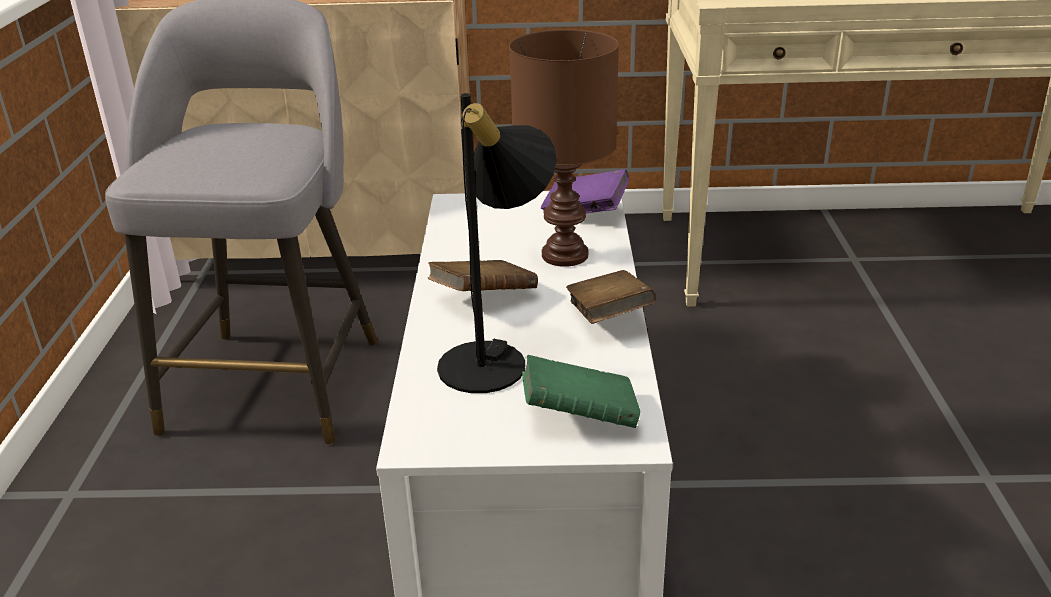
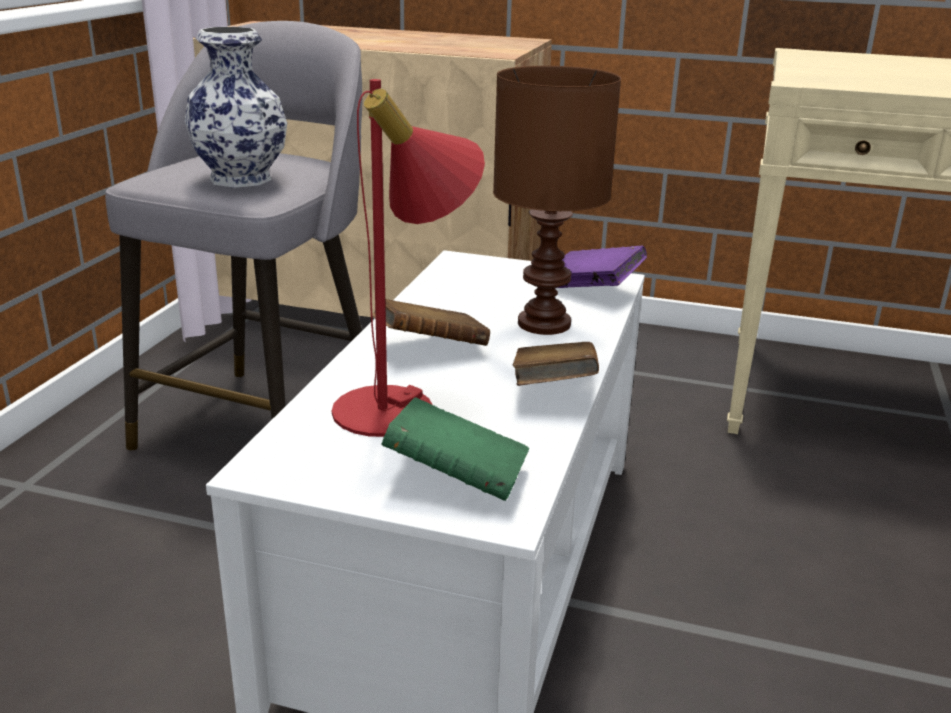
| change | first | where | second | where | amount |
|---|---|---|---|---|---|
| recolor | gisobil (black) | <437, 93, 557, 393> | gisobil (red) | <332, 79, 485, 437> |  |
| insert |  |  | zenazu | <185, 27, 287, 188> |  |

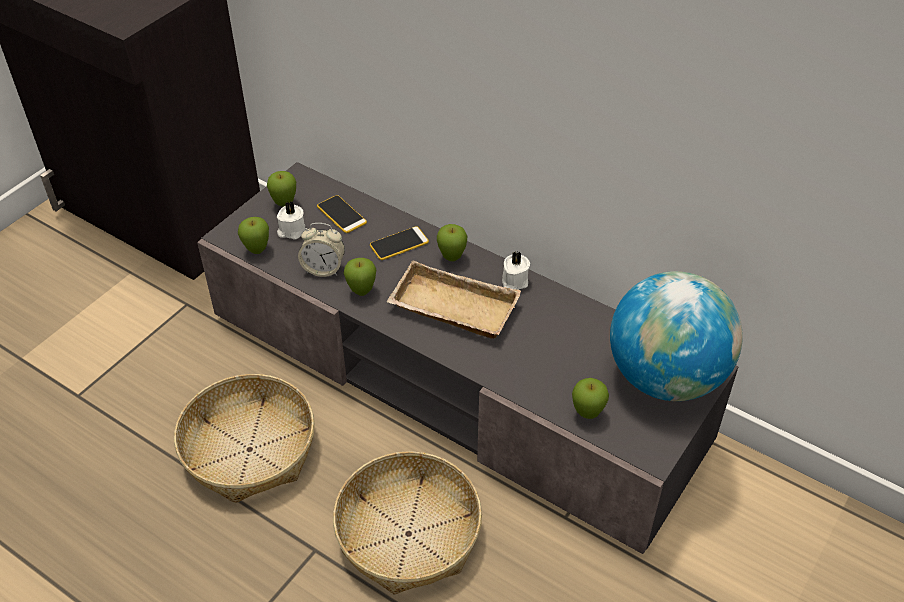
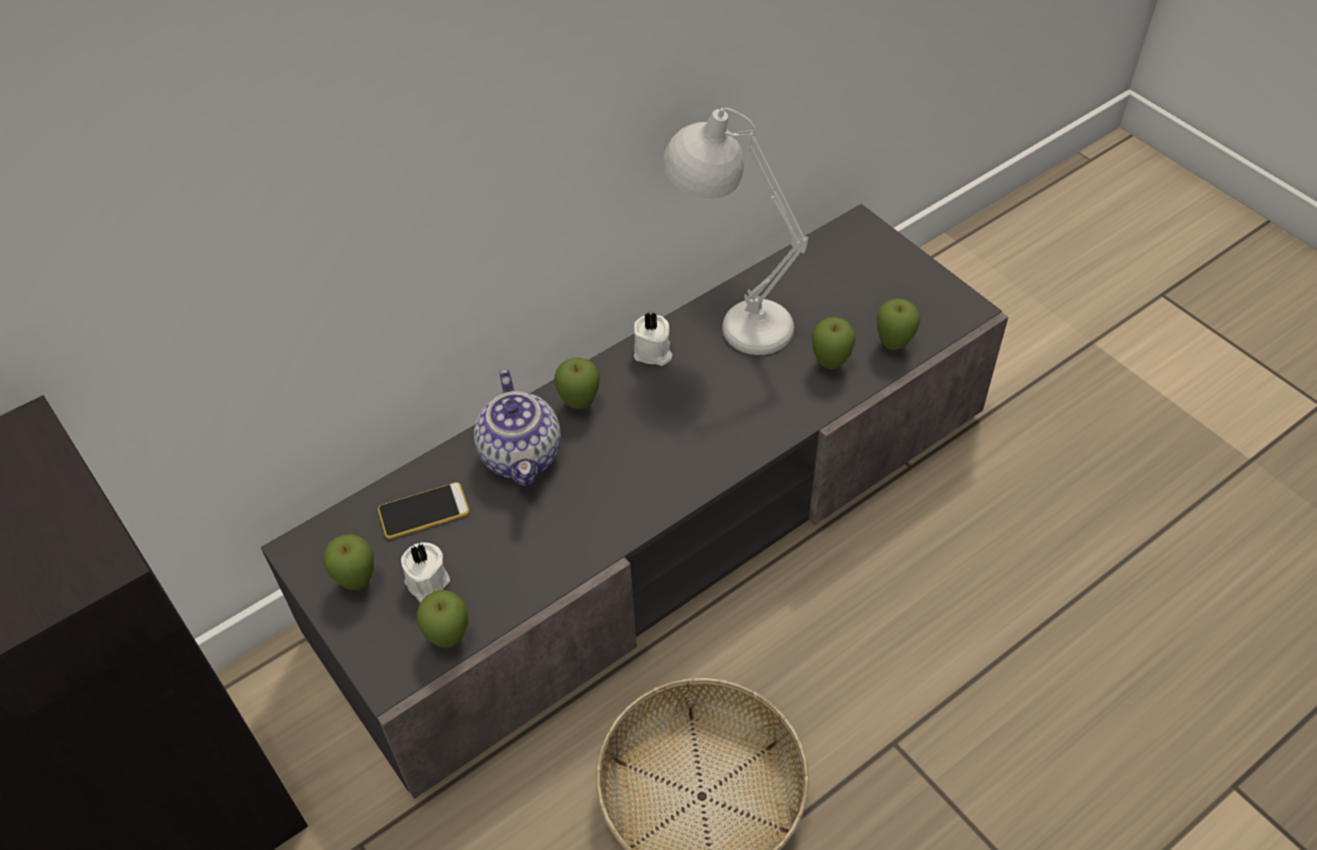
| change | first | where | second | where | amount |
|---|---|---|---|---|---|
| delete | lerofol | <298, 223, 345, 277> |  |  |  |
| replace | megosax | <370, 226, 429, 260> | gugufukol | <474, 369, 561, 486> |  |
| move | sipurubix | <344, 258, 377, 296> |  | <812, 317, 856, 370> |  |
| delete | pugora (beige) | <386, 260, 521, 339> |  |  |  |
| delete | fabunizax | <610, 271, 743, 401> |  |  |  |
| delete | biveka | <333, 451, 482, 595> |  |  |  |
| insert |  |  | gisobil (white) | <663, 108, 808, 355> |  |

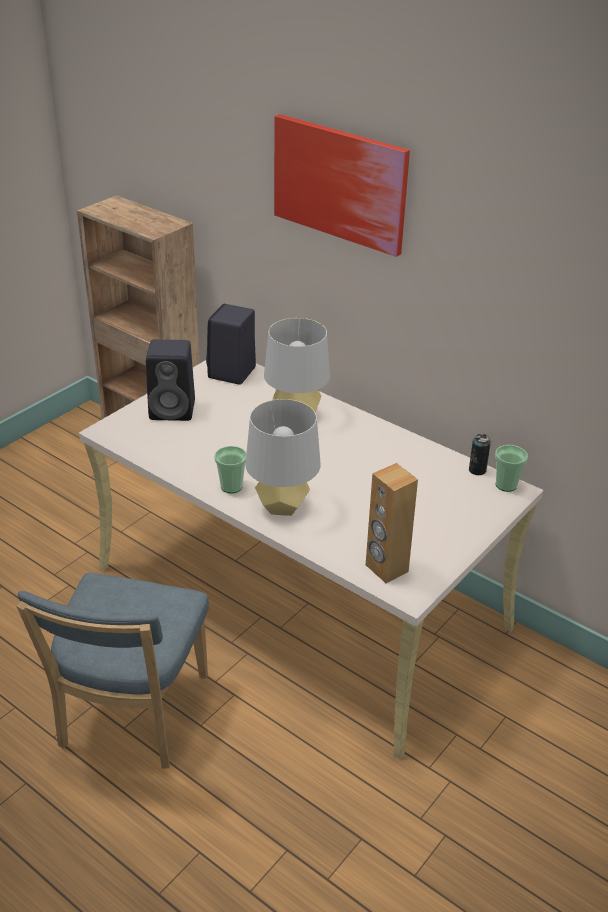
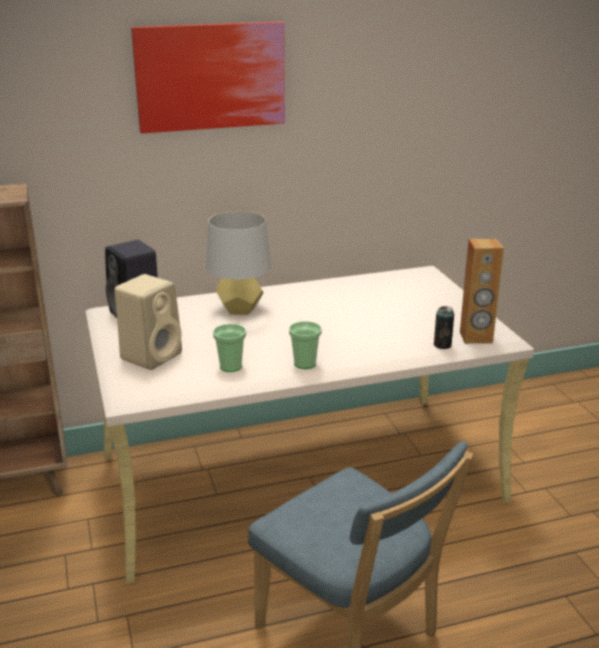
| change | first | where | second | where | amount |
|---|---|---|---|---|---|
| recolor | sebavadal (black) | <146, 339, 195, 421> | sebavadal (beige) | <114, 274, 182, 370> |  |
| delete | gisobil (grey) | <245, 399, 320, 516> |  |  |  |
| move | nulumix | <469, 434, 491, 476> |  | <434, 306, 454, 349> |  |
| move | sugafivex | <495, 445, 528, 492> |  | <213, 324, 246, 372> |  |

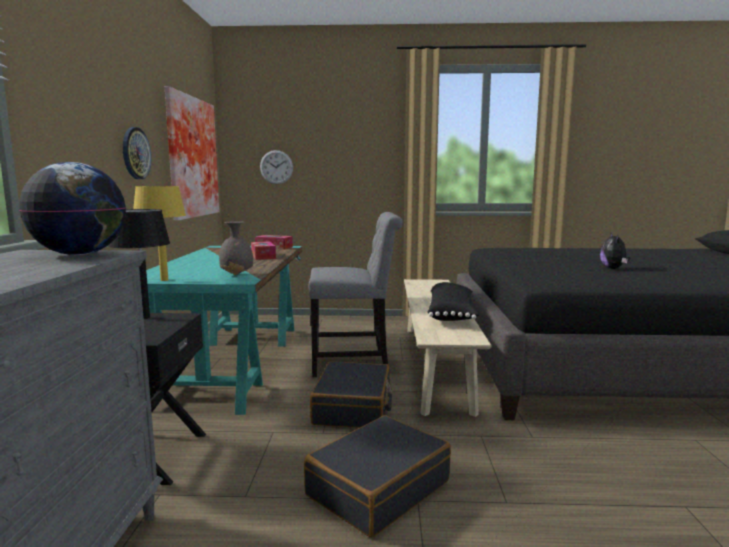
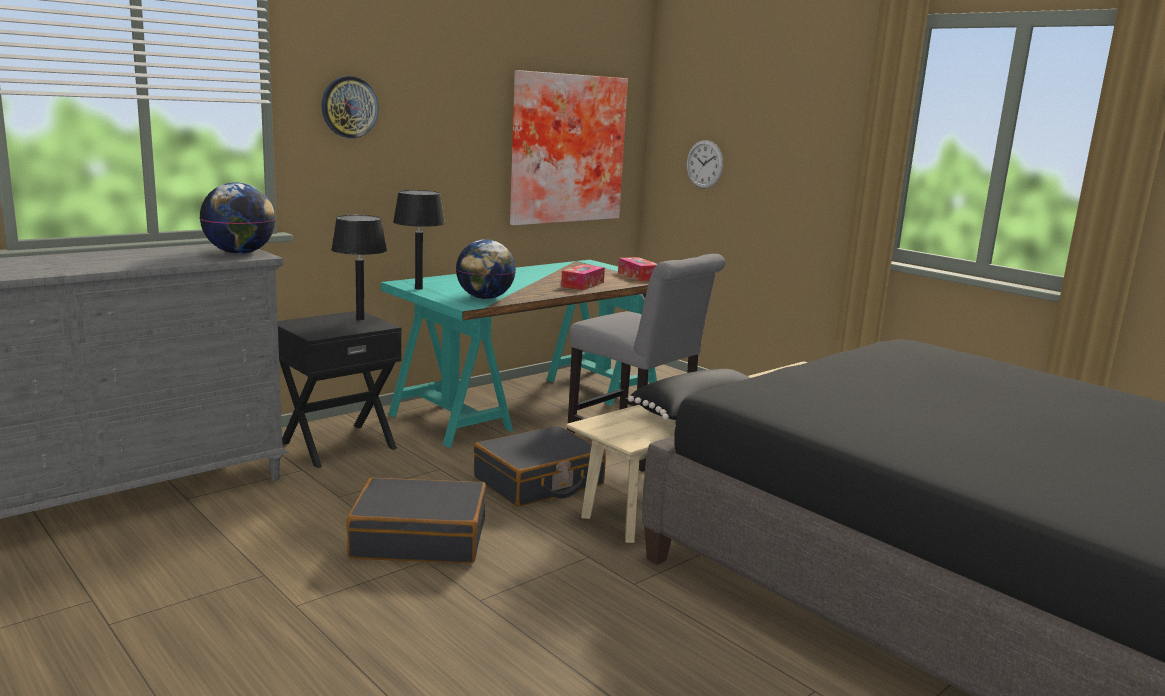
| change | first | where | second | where | amount |
|---|---|---|---|---|---|
| move | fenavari | <123, 127, 151, 179> |  | <321, 76, 378, 138> |  |
| recolor | gisobil (yellow) | <133, 186, 186, 281> | gisobil (black) | <393, 190, 445, 290> |  |
| replace | zenazu (grey) | <219, 221, 253, 275> | fabunizax | <456, 239, 516, 299> |  |
| delete | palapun | <600, 232, 630, 269> |  |  |  |

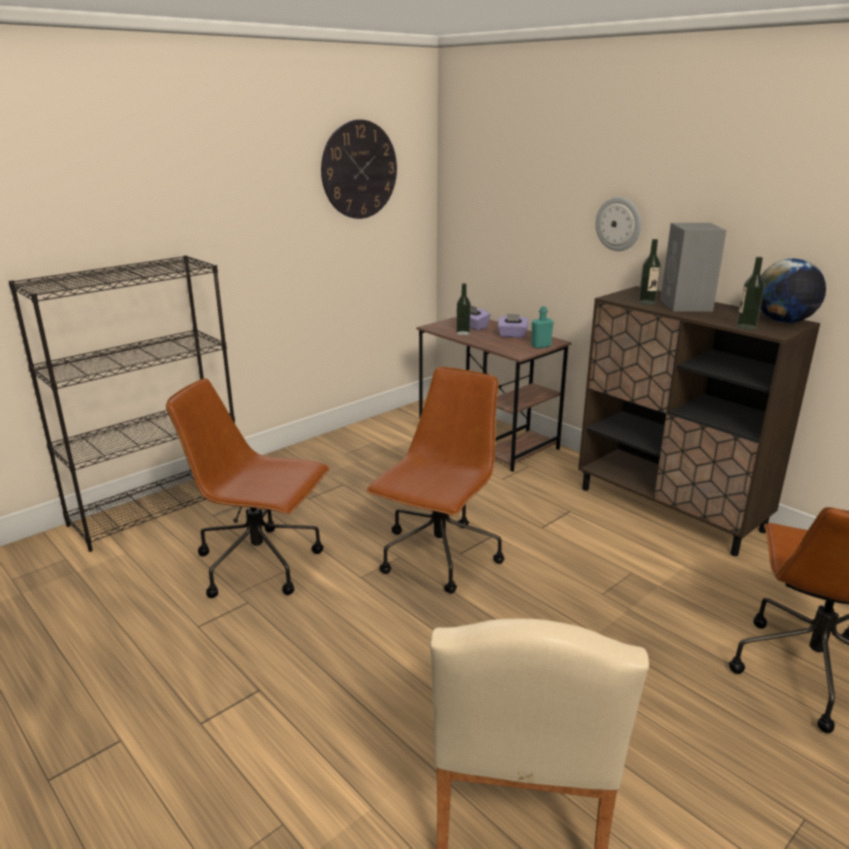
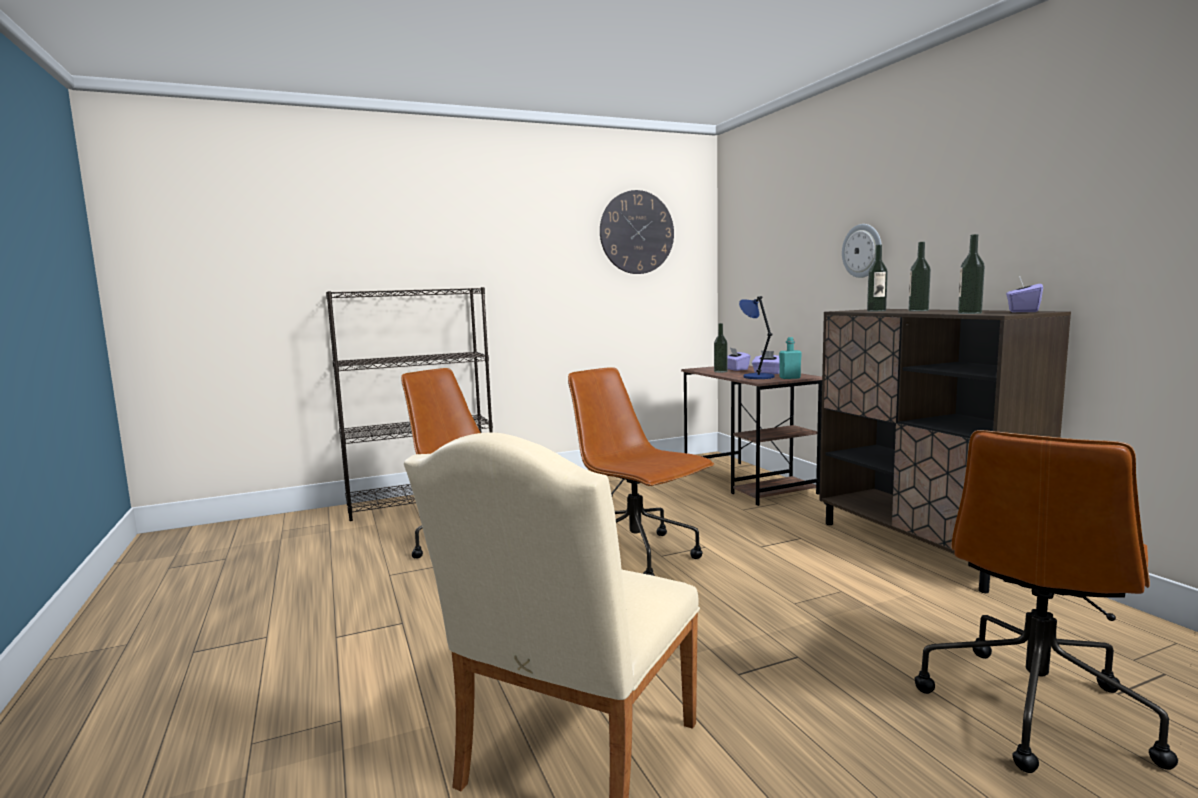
| change | first | where | second | where | amount |
|---|---|---|---|---|---|
| replace | sebavadal (grey) | <660, 223, 727, 311> | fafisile | <908, 242, 931, 311> |  |
| replace | fabunizax | <760, 258, 826, 323> | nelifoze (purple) | <1006, 276, 1043, 312> |  |
| rotate | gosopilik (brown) | <366, 367, 505, 594> |  | <568, 367, 714, 576> | 90 degrees counterclockwise |
| insert |  |  | gisobil (blue) | <739, 296, 775, 379> |  |

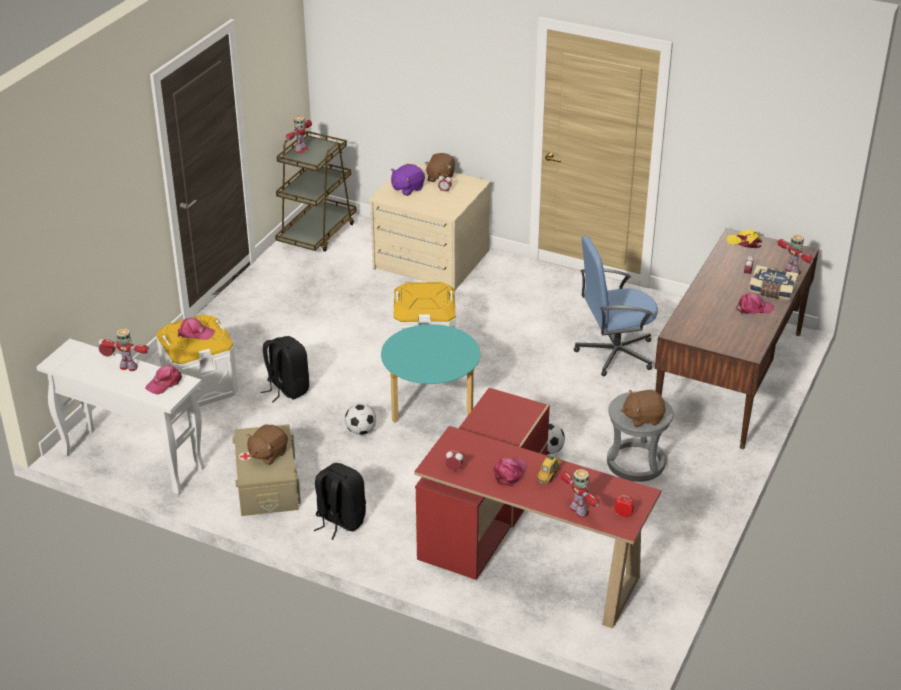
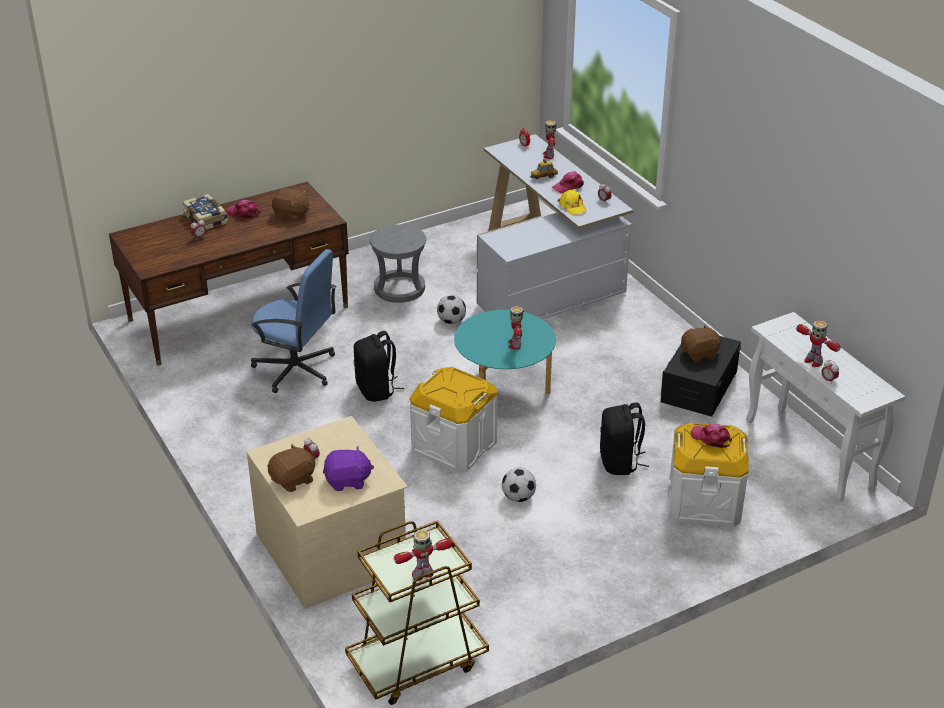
| change | first | where | second | where | amount |
|---|---|---|---|---|---|
| move | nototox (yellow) | <727, 230, 762, 248> |  | <557, 190, 587, 215> |  |
| move | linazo | <777, 235, 814, 275> |  | <508, 306, 523, 349> |  |
| delete | nototox (pink) | <145, 365, 182, 395> |  |  |  |
| recolor | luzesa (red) | <414, 388, 661, 629> | luzesa (white) | <477, 134, 633, 319> |  |
| move | palapun (brown) | <621, 390, 665, 427> |  | <272, 188, 310, 222> |  |
| move | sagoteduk | <345, 403, 376, 435> |  | <502, 468, 536, 502> |  |
| recolor | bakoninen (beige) | <232, 424, 301, 516> | bakoninen (black) | <660, 328, 741, 417> |  |
| move | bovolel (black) | <314, 463, 366, 540> |  | <354, 331, 404, 402> |  |

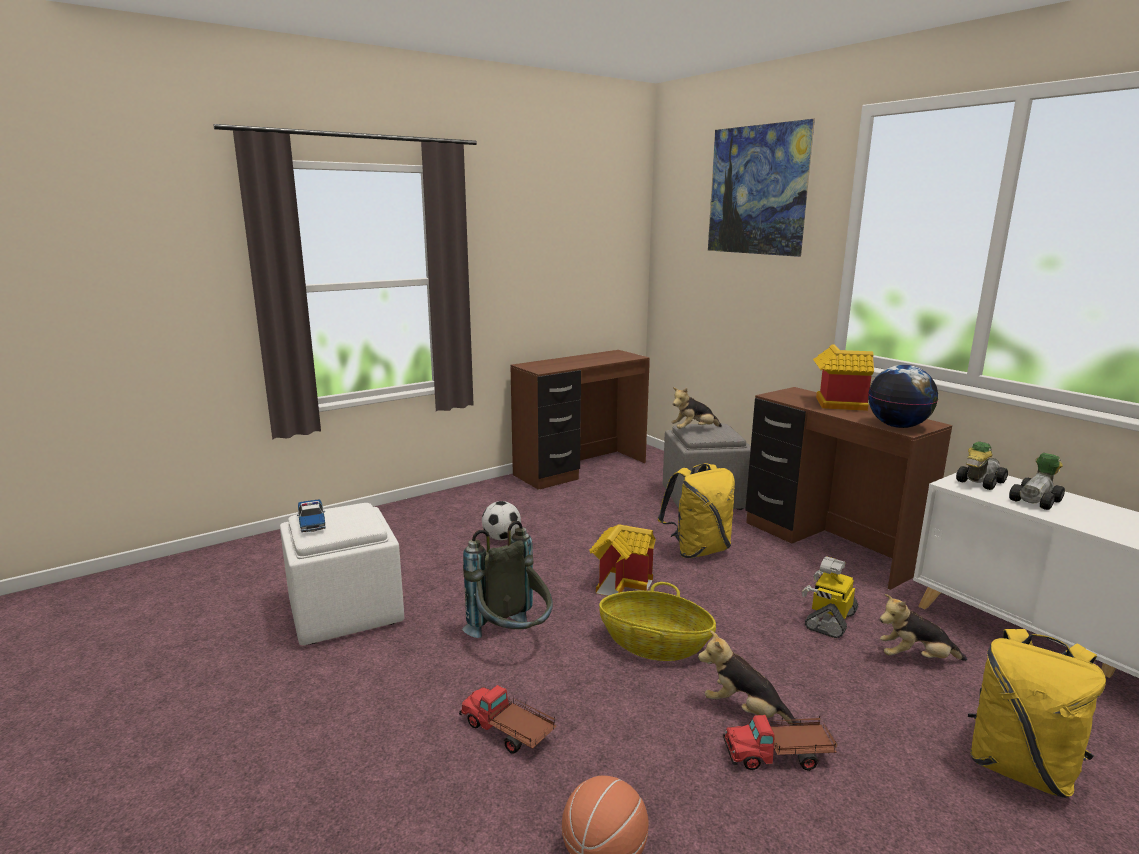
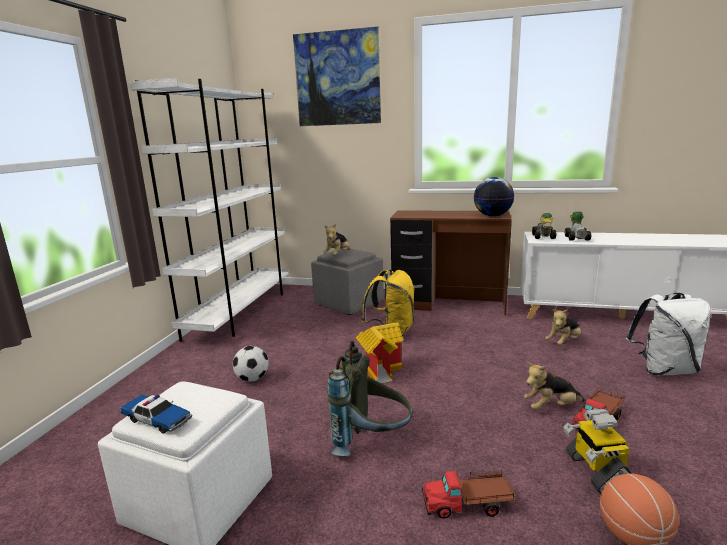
| change | first | where | second | where | amount |
|---|---|---|---|---|---|
| delete | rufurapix | <813, 344, 874, 411> |  |  |  |
| replace | luzesa (brown) | <510, 350, 650, 490> | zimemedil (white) | <130, 78, 289, 342> |  |
| move | linazo | <802, 556, 858, 638> |  | <564, 409, 631, 494> |  |
| delete | biveka | <599, 582, 716, 661> |  |  |  |
| recolor | bovolel (yellow) | <968, 629, 1106, 798> | bovolel (white) | <626, 293, 711, 376> |  |

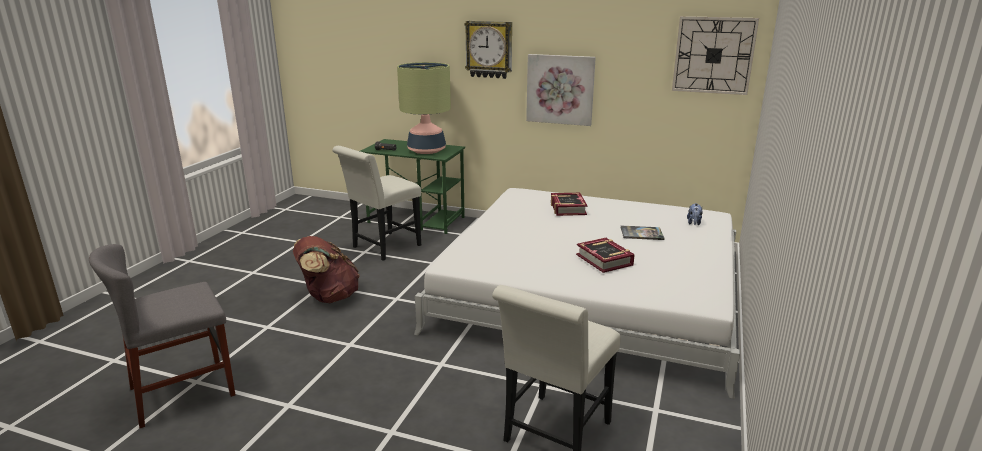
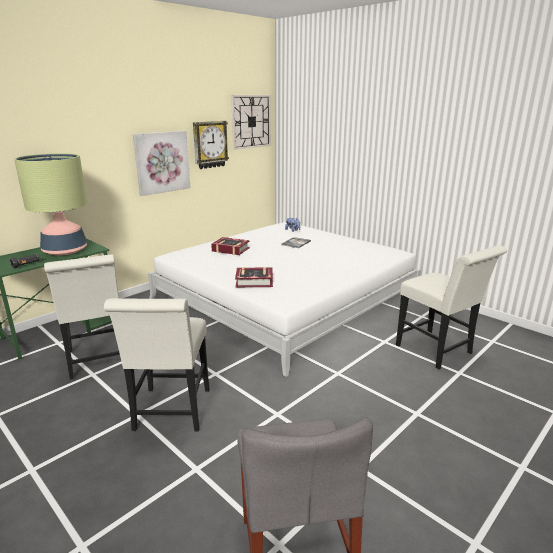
| change | first | where | second | where | amount |
|---|---|---|---|---|---|
| move | fenavari | <465, 21, 512, 79> |  | <193, 121, 229, 169> |  |
| replace | bovolel (brown) | <293, 236, 360, 303> | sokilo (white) | <104, 298, 210, 432> |  |
| move | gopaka | <576, 238, 635, 273> |  | <235, 267, 273, 287> |  |

